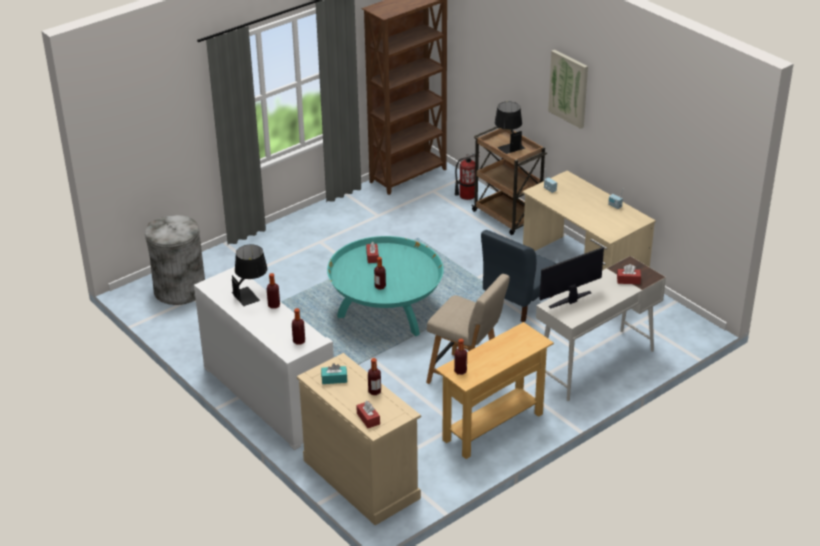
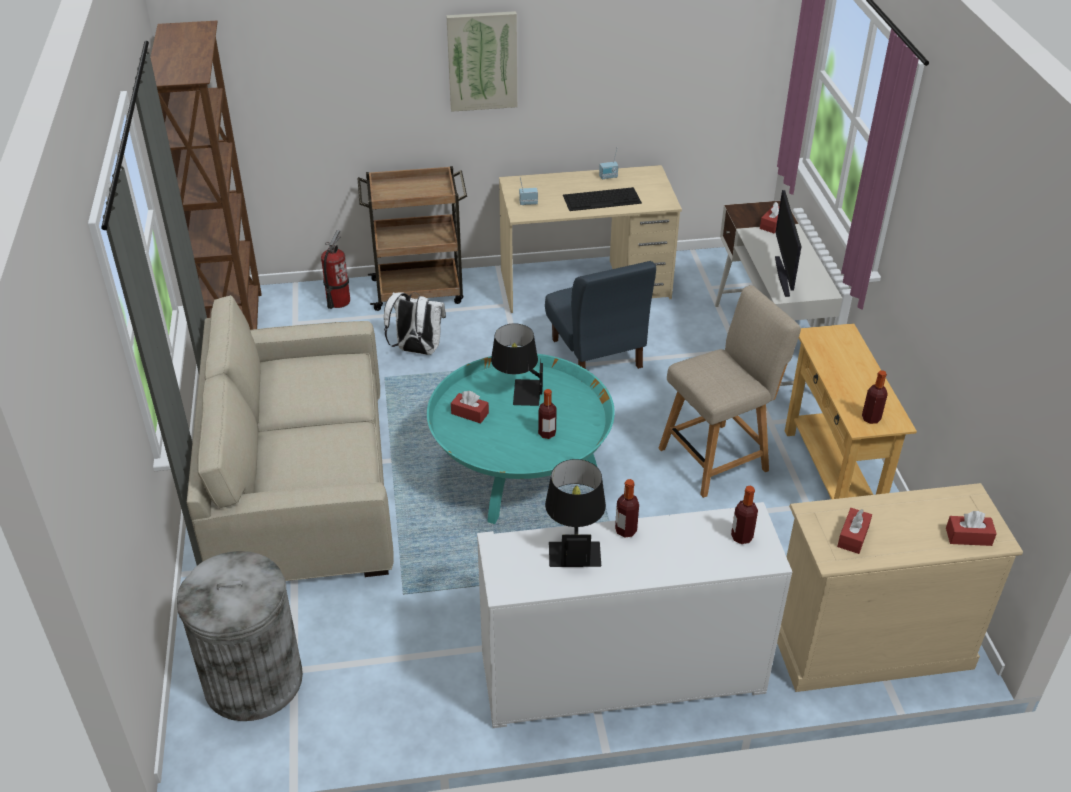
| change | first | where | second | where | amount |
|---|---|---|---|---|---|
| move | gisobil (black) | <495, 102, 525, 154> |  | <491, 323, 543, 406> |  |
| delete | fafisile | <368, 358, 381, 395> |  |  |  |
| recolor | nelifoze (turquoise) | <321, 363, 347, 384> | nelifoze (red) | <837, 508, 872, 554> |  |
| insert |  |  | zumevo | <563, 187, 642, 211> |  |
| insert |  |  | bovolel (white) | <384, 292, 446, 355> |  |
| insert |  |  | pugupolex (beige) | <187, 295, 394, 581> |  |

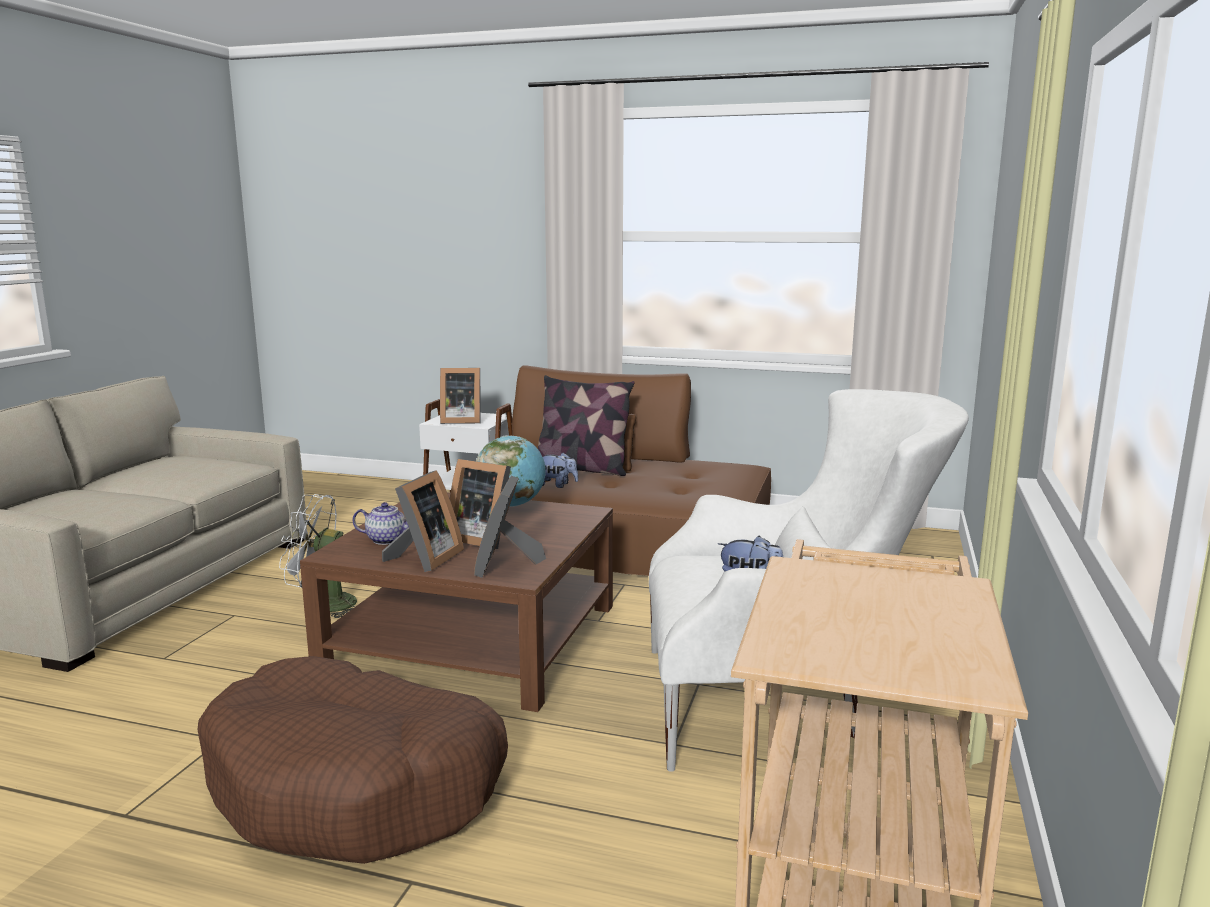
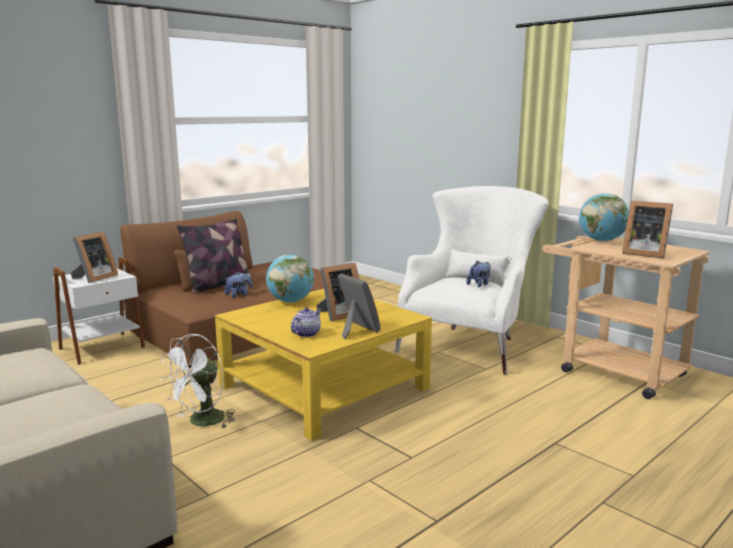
| change | first | where | second | where | amount |
|---|---|---|---|---|---|
| move | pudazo | <474, 476, 546, 578> |  | <622, 201, 673, 259> |  |
| recolor | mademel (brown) | <300, 492, 613, 712> | mademel (yellow) | <215, 289, 432, 441> |  |
| delete | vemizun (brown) | <198, 656, 508, 864> |  |  |  |
| insert |  |  | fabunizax | <579, 193, 629, 242> |  |

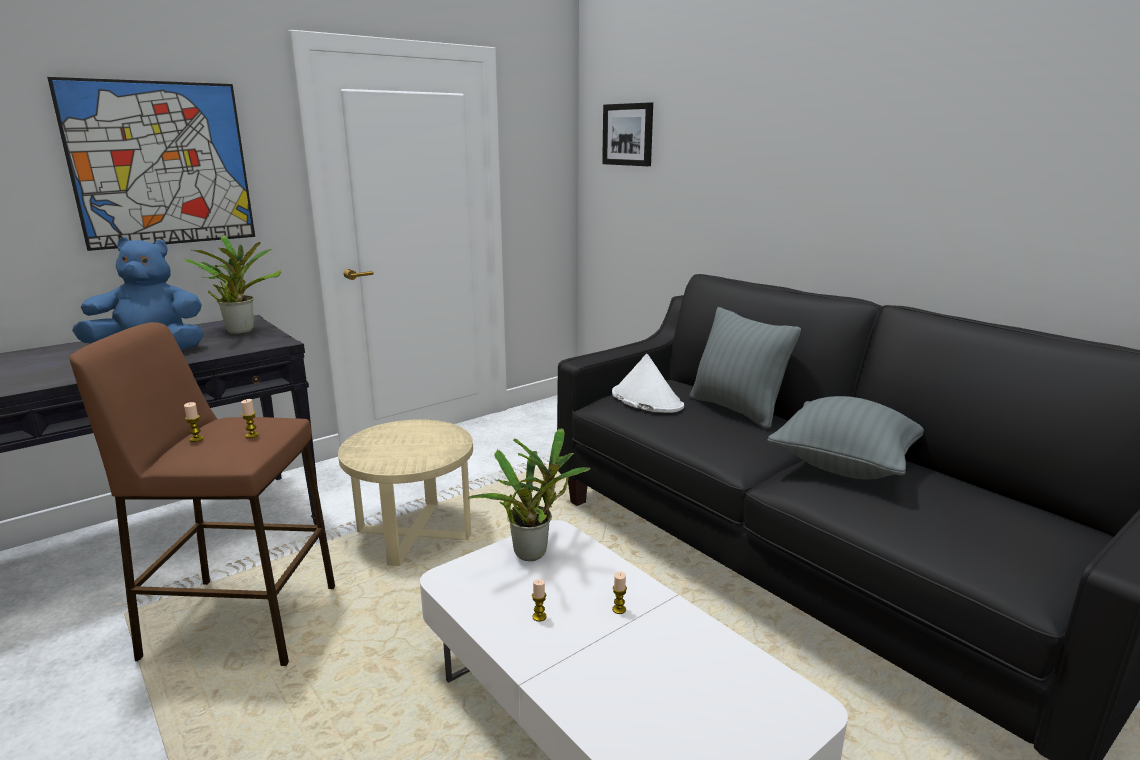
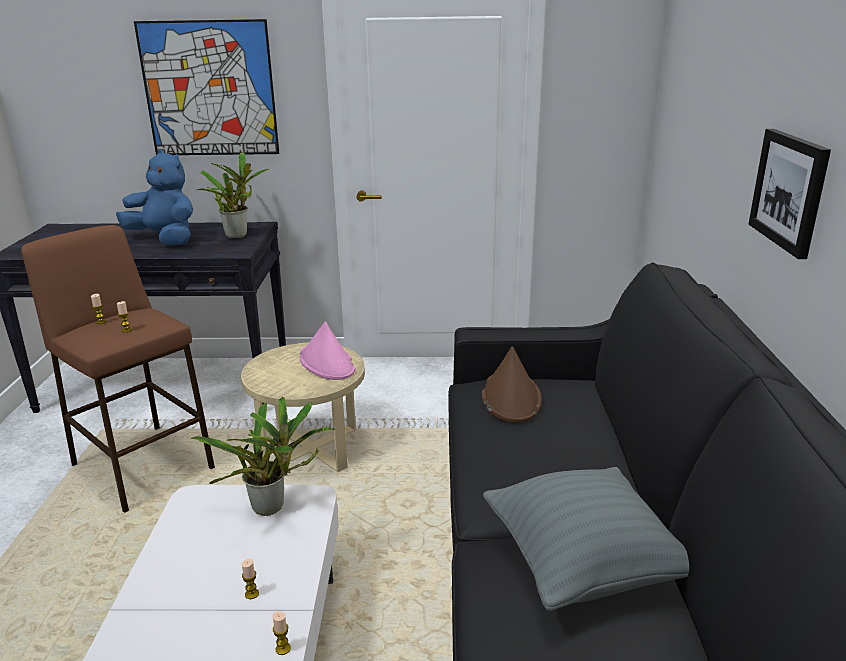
| change | first | where | second | where | amount |
|---|---|---|---|---|---|
| move | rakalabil | <602, 102, 653, 166> |  | <749, 129, 831, 259> |  |
| delete | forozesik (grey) | <690, 307, 801, 429> |  |  |  |
| recolor | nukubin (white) | <612, 354, 684, 413> | nukubin (brown) | <482, 347, 542, 423> |  |
| move | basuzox | <532, 579, 547, 622> |  | <273, 611, 291, 655> |  |
| insert |  |  | nukubin (pink) | <299, 321, 355, 380> |  |

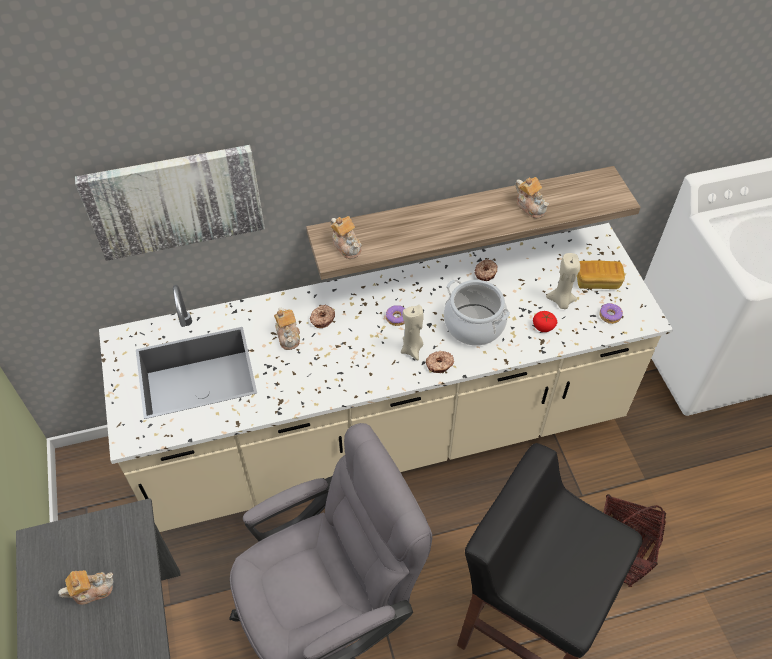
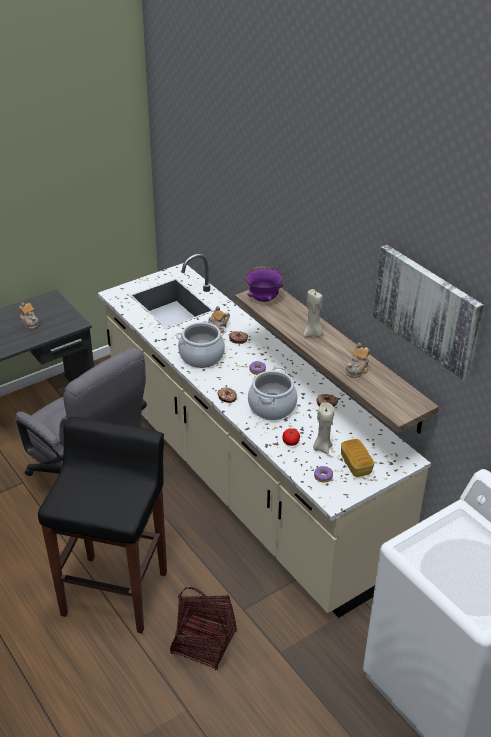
| change | first | where | second | where | amount |
|---|---|---|---|---|---|
| move | rakalabil | <75, 145, 265, 261> |  | <373, 245, 484, 380> |  |
| replace | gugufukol | <330, 216, 362, 259> | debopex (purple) | <245, 267, 284, 302> |  |
| move | basuzox (beige) | <401, 305, 424, 360> |  | <303, 289, 323, 337> |  |
| insert |  |  | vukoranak | <176, 322, 227, 368> |  |

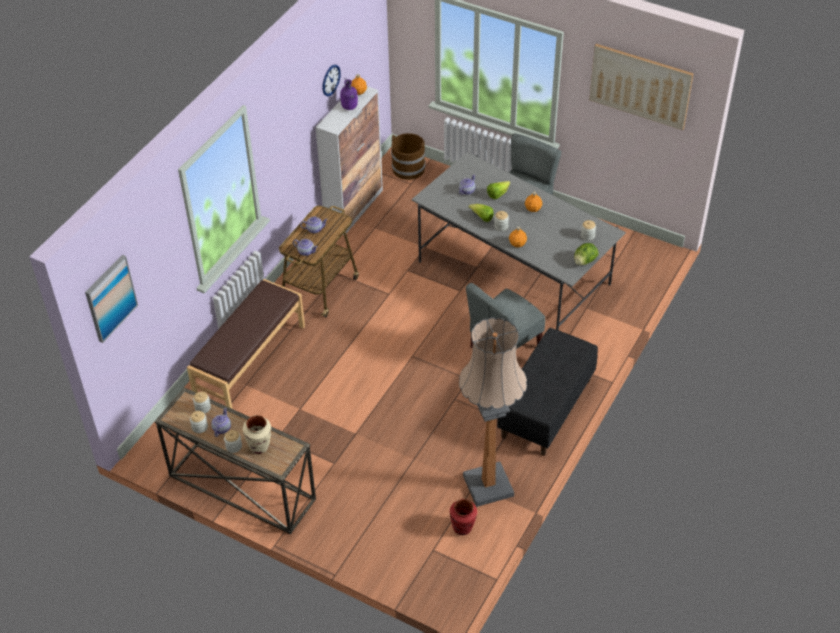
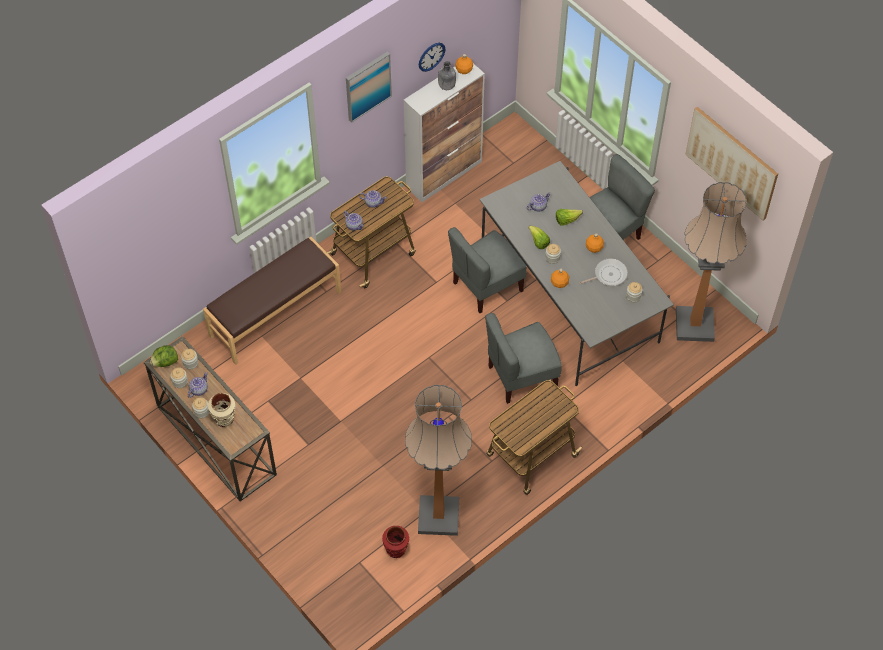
| change | first | where | second | where | amount |
|---|---|---|---|---|---|
| recolor | fafisile (purple) | <340, 79, 358, 110> | fafisile (grey) | <438, 61, 456, 90> |  |
| delete | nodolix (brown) | <391, 133, 425, 180> |  |  |  |
| move | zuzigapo | <574, 243, 598, 265> |  | <150, 345, 178, 367> |  |
| move | rakalabil | <85, 255, 138, 343> |  | <346, 52, 392, 123> |  |
| replace | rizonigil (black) | <497, 328, 598, 456> | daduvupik | <486, 380, 582, 495> |  |
| insert |  |  | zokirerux | <676, 182, 747, 342> |  |
| insert |  |  | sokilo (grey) | <448, 227, 527, 313> |  |
| insert |  |  | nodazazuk | <579, 258, 628, 286> |  |

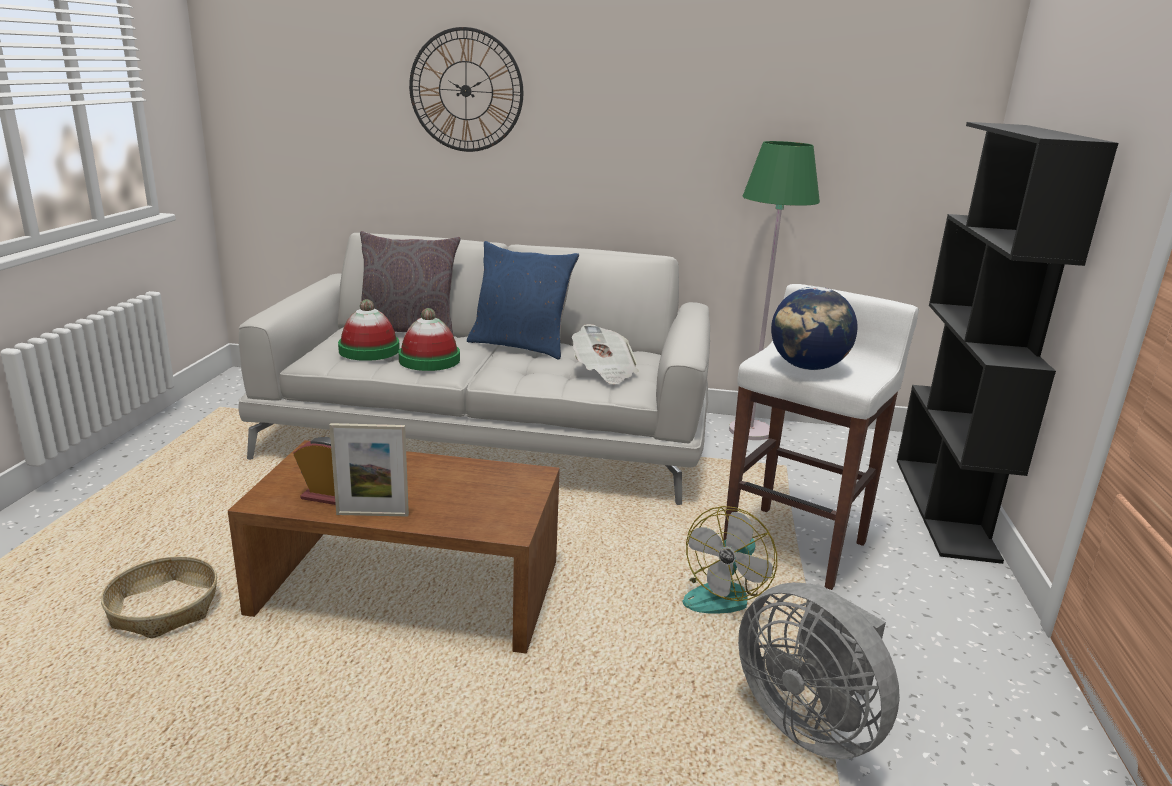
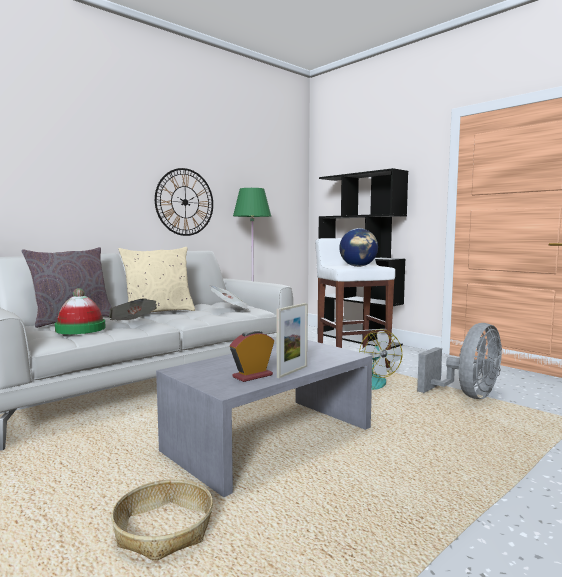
| change | first | where | second | where | amount |
|---|---|---|---|---|---|
| move | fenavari | <409, 27, 523, 152> |  | <155, 168, 213, 236> |  |
| recolor | forozesik (blue) | <467, 241, 579, 360> | forozesik (beige) | <118, 247, 195, 312> |  |
| replace | nukubin | <398, 308, 460, 371> | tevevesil | <109, 298, 157, 320> |  |
| recolor | mademel (brown) | <228, 440, 560, 654> | mademel (grey) | <156, 340, 372, 497> |  |
| rotate | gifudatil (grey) | <738, 582, 900, 759> |  | <417, 323, 502, 399> | 45 degrees counterclockwise |

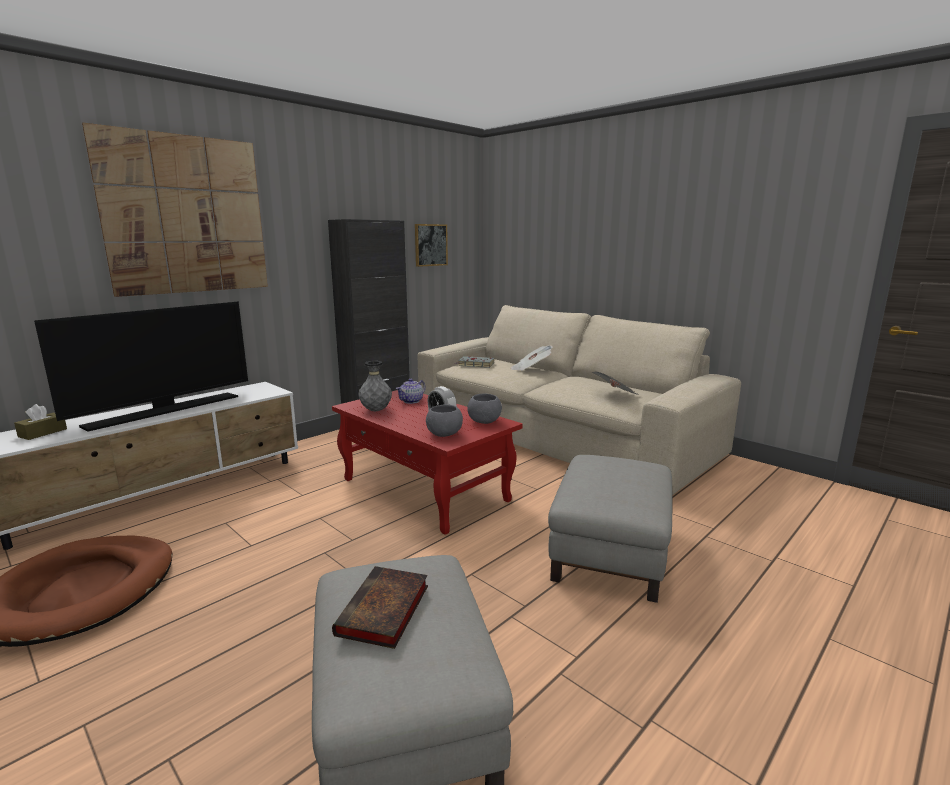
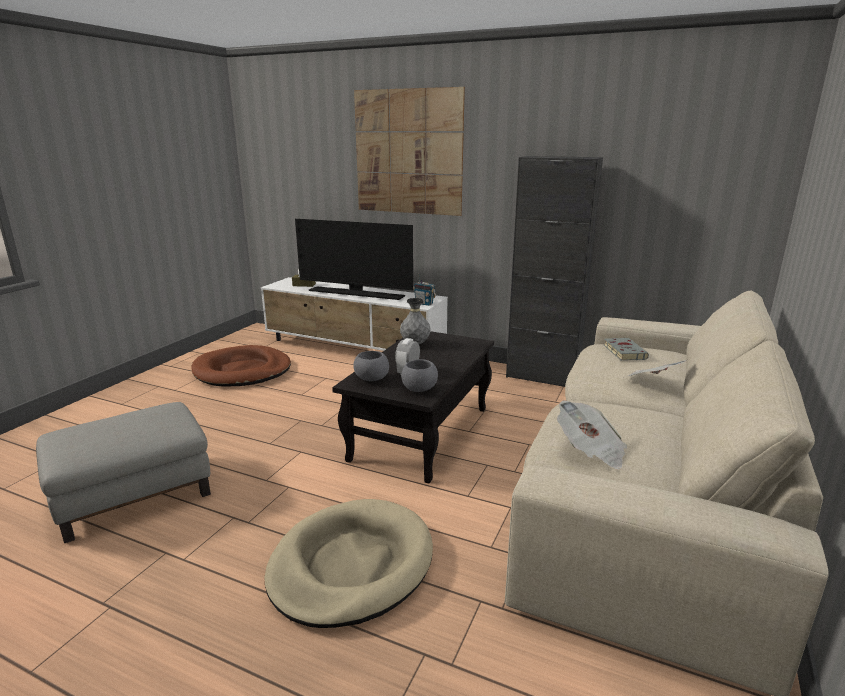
| change | first | where | second | where | amount |
|---|---|---|---|---|---|
| delete | rakalabil | <415, 224, 448, 267> |  |  |  |
| delete | gugufukol | <396, 379, 426, 404> |  |  |  |
| recolor | mademel (red) | <332, 390, 523, 535> | mademel (black) | <332, 331, 494, 484> |  |
| replace | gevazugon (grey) | <548, 455, 672, 603> | vemizun (beige) | <265, 499, 433, 628> |  |
| delete | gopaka | <332, 566, 428, 649> |  |  |  |
| insert |  |  | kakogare | <413, 272, 436, 306> |  |

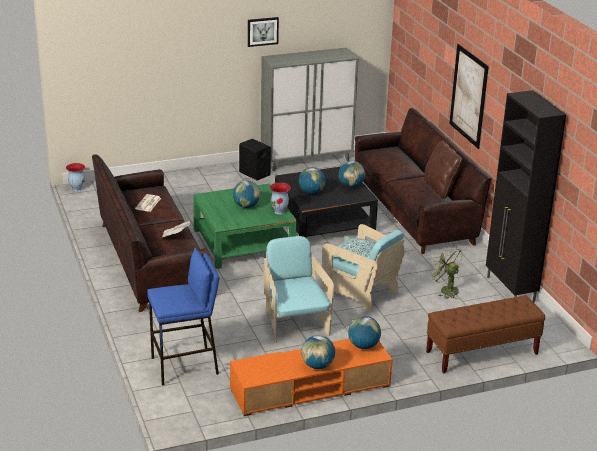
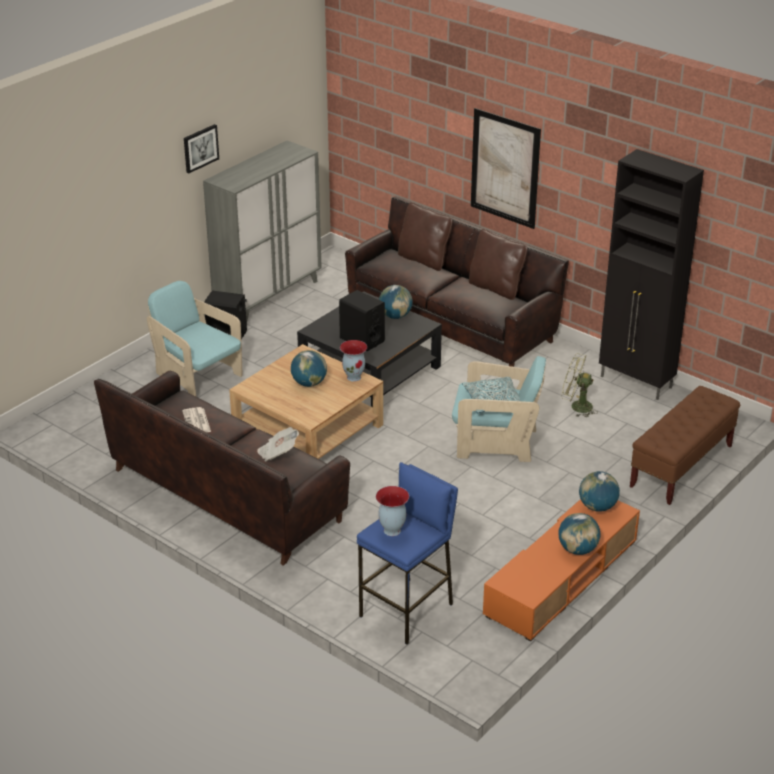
| change | first | where | second | where | amount |
|---|---|---|---|---|---|
| move | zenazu | <66, 163, 85, 192> |  | <376, 486, 409, 536> |  |
| replace | fabunizax | <299, 167, 326, 194> | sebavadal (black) | <339, 290, 385, 351> |  |
| recolor | mademel (green) | <193, 184, 297, 269> | mademel (beige) | <229, 344, 383, 459> |  |
| move | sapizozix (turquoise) | <263, 236, 334, 343> |  | <147, 281, 243, 397> |  |
| insert |  |  | forozesik (brown) | <398, 203, 453, 271> |  |

